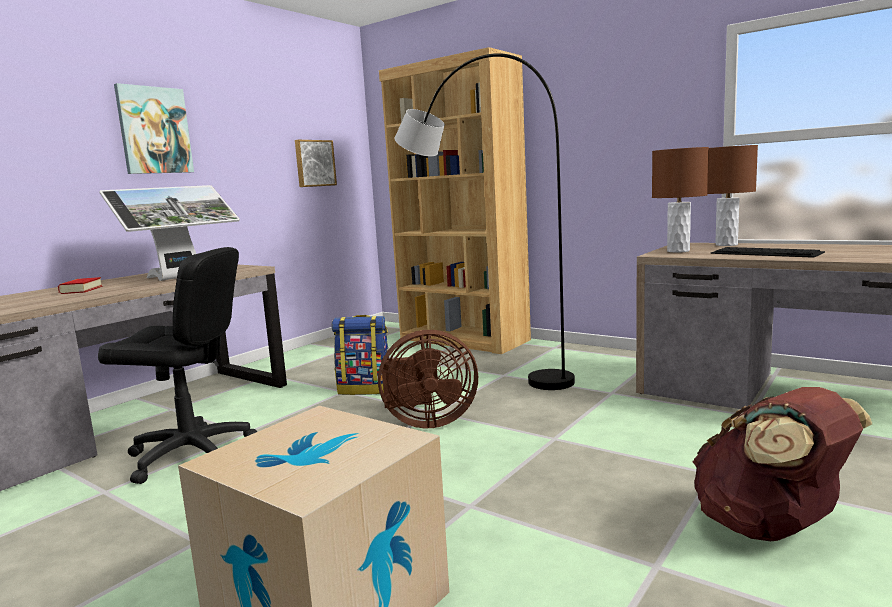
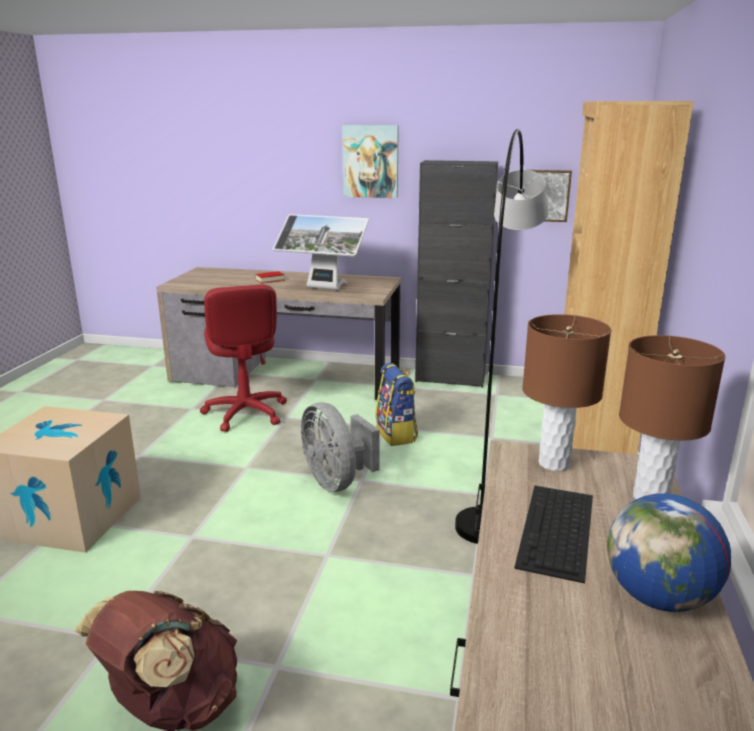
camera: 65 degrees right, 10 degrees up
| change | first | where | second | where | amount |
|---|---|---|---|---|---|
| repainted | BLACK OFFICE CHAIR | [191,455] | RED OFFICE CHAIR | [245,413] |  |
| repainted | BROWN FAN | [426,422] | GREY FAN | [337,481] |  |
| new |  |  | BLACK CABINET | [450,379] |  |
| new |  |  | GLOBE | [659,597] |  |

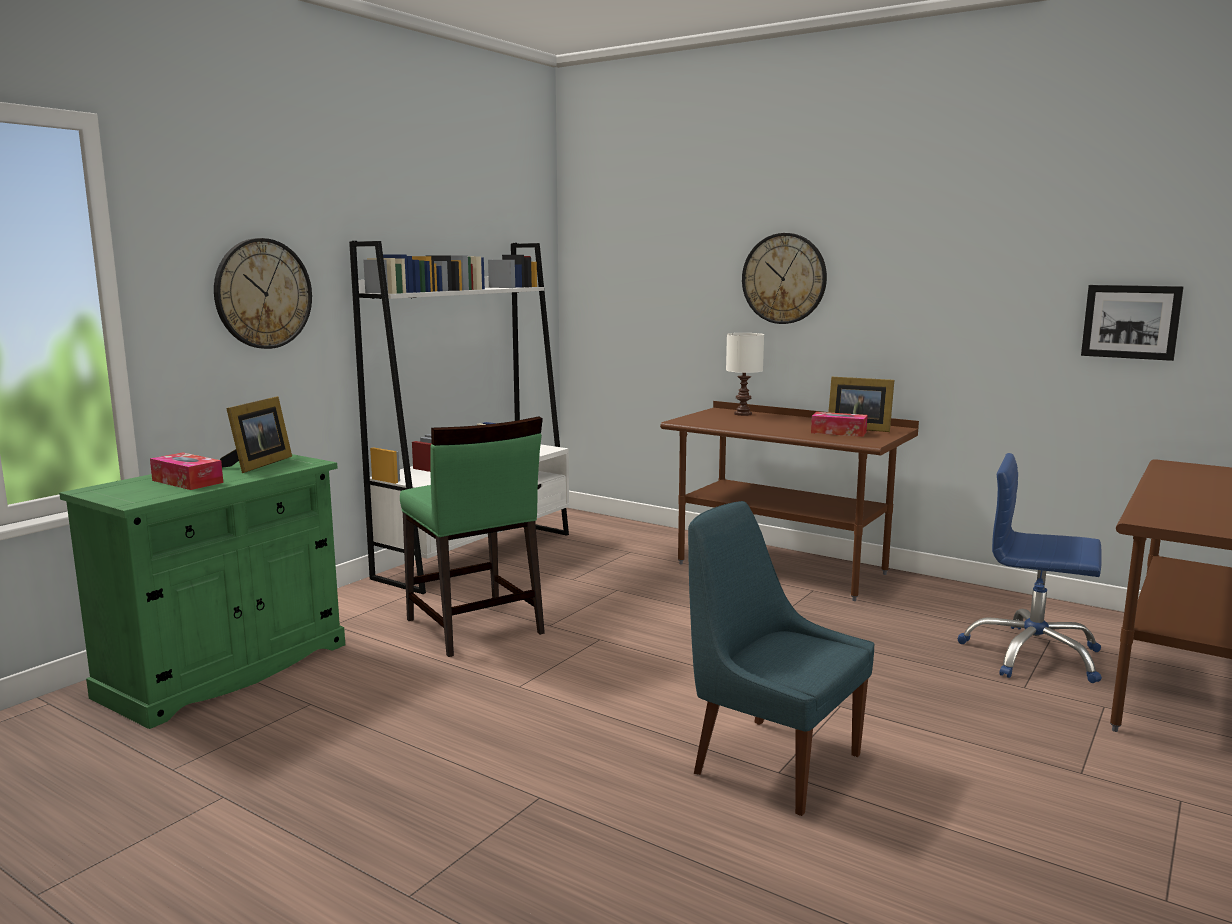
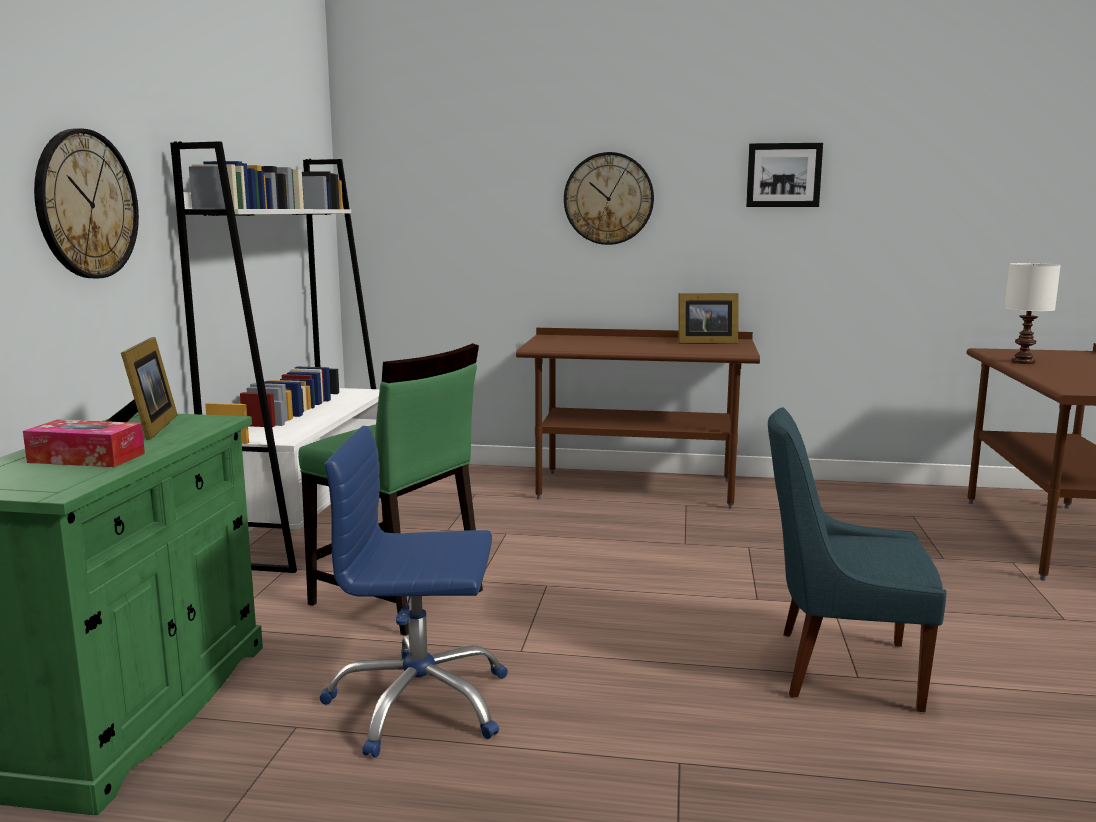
camera: 25 degrees left, 0 degrees up
| change | first | where | second | where | amount |
|---|---|---|---|---|---|
| shifted | PICTURE | [1131,321] |  | [783,175] |  |
| shifted | WHITE TABLE LAMP | [743,414] |  | [1024,362] |  |
| gone | TISSUE BOX | [838,432] |  |  |  |
| shifted | BLUE OFFICE CHAIR | [1032,655] |  | [419,703] |  |

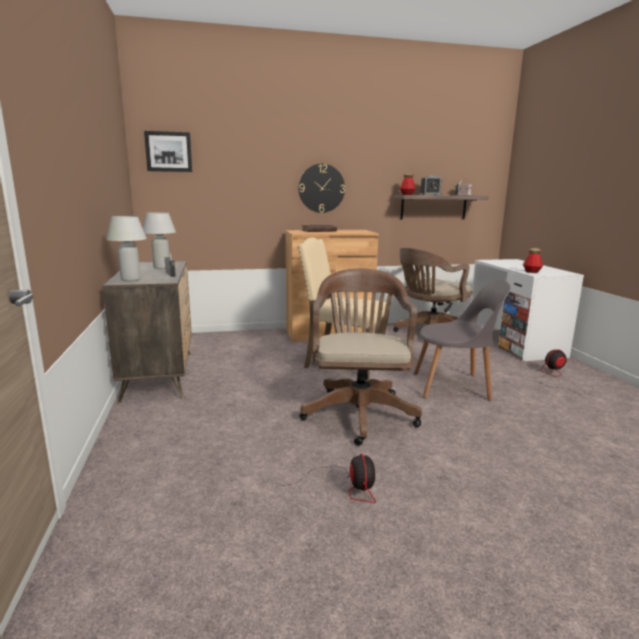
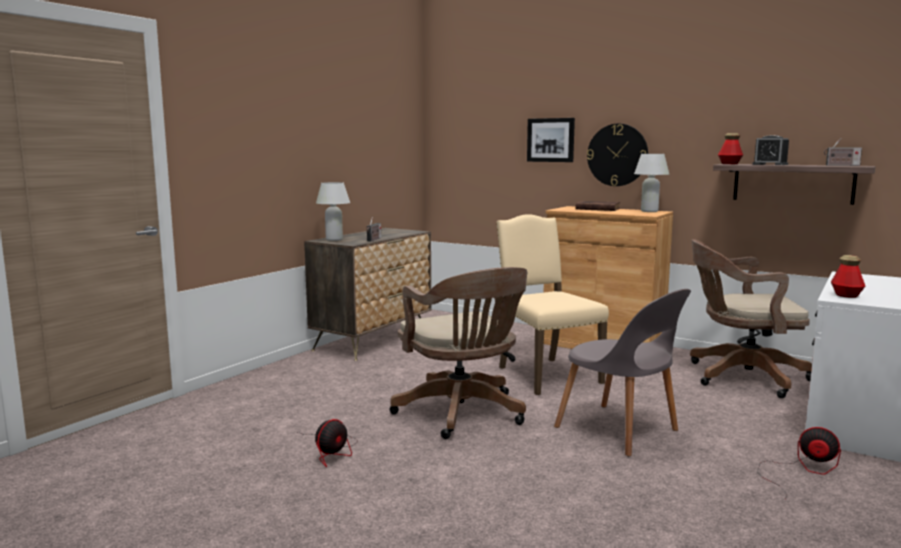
camera: 45 degrees right, 5 degrees down
| change | first | where | second | where | amount |
|---|---|---|---|---|---|
| shifted | PICTURE | [168,151] |  | [551,140] |  |
| shifted | WHITE TABLE LAMP | [162,267] |  | [649,211] |  |
| rotated | BROWN OFFICE CHAIR | [359,411] |  | [463,414] | 105 degrees clockwise |

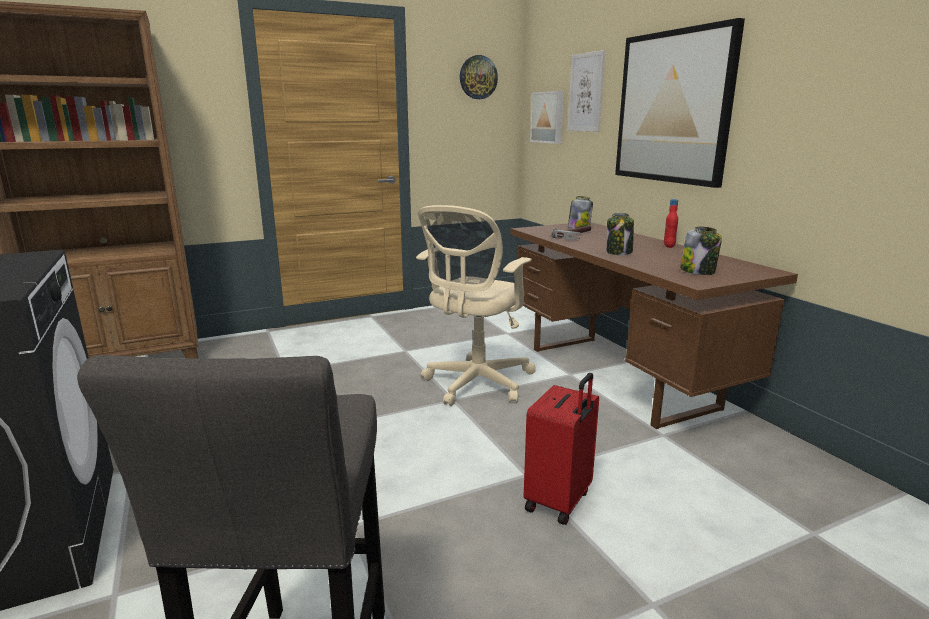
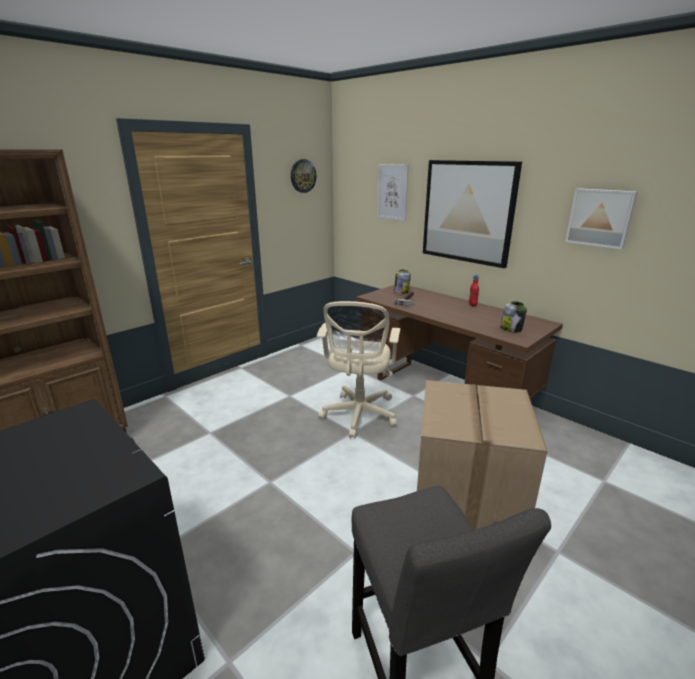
camera: 20 degrees left, 5 degrees up
| change | first | where | second | where | amount |
|---|---|---|---|---|---|
| shifted | PICTURE | [548,117] |  | [600,217] |  |
| gone | JAR | [619,252] |  |  |  |
| swapped | RED SUITCASE | [559,501] | CARDBOARD BOX | [468,496] |  |

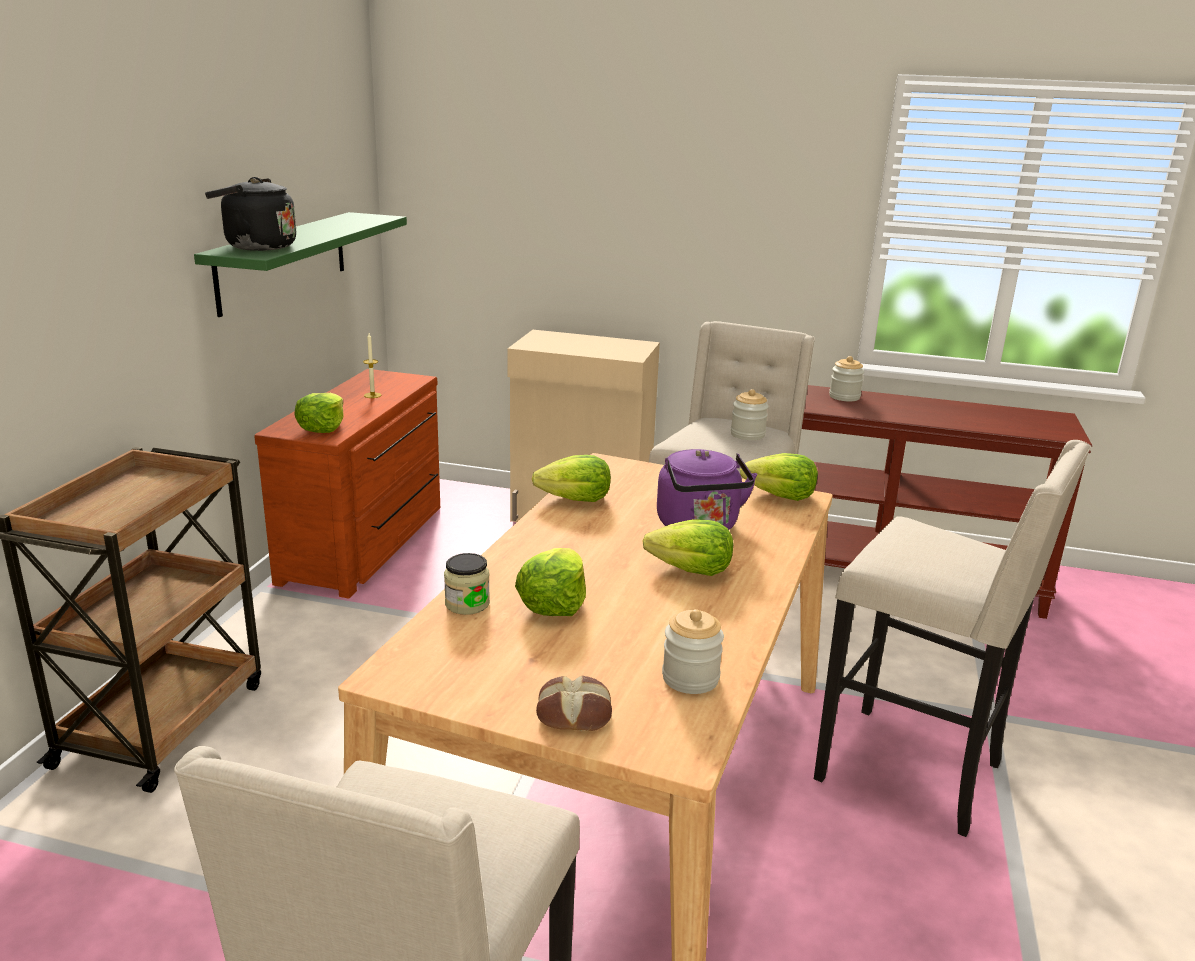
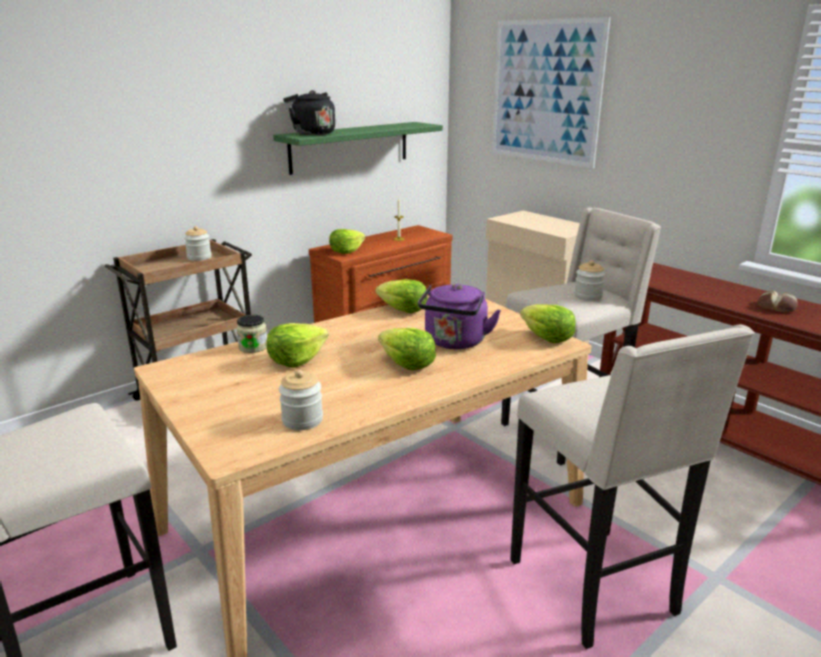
camera: 35 degrees right, 0 degrees up
| change | first | where | second | where | amount |
|---|---|---|---|---|---|
| shifted | JAR | [844,397] |  | [199,257] |  |
| shifted | BREAD | [574,712] |  | [776,306] |  |
| new |  |  | PICTURE | [545,92] |  |

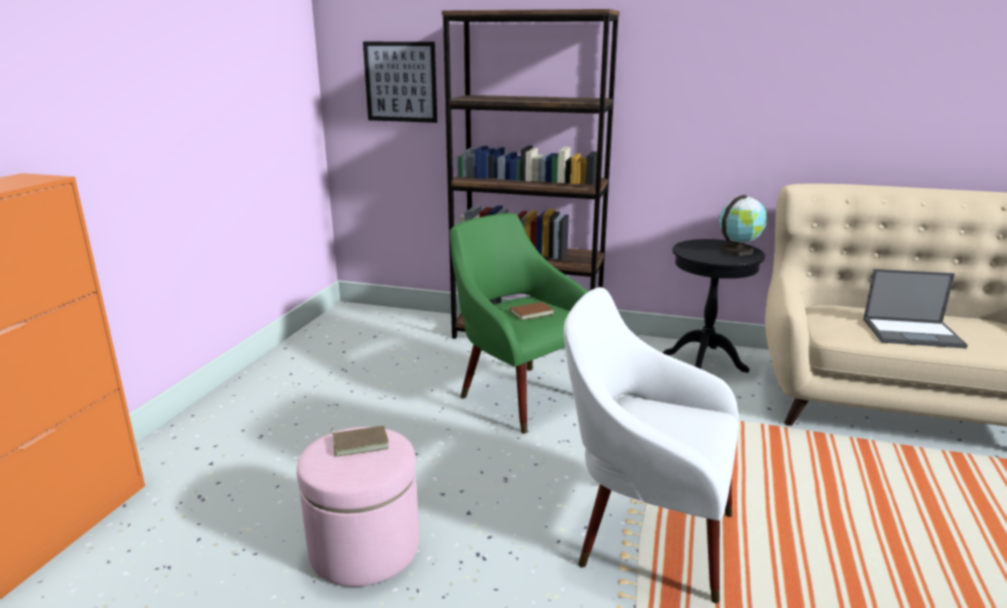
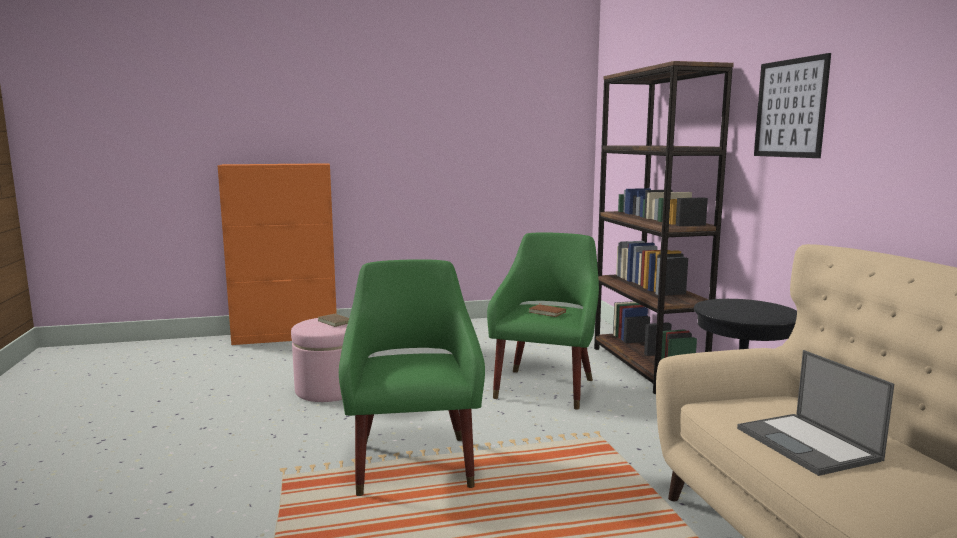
camera: 60 degrees right, 10 degrees down
| change | first | where | second | where | amount |
|---|---|---|---|---|---|
| shifted | PICTURE | [400,82] |  | [790,108] |  |
| gone | GLOBE | [738,250] |  |  |  |
| repainted | WHITE ARMCHAIR | [645,534] | GREEN ARMCHAIR | [413,459] |  |

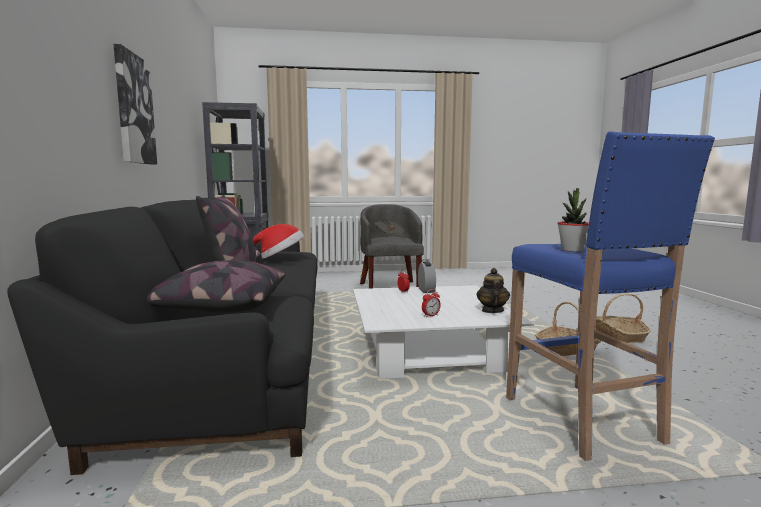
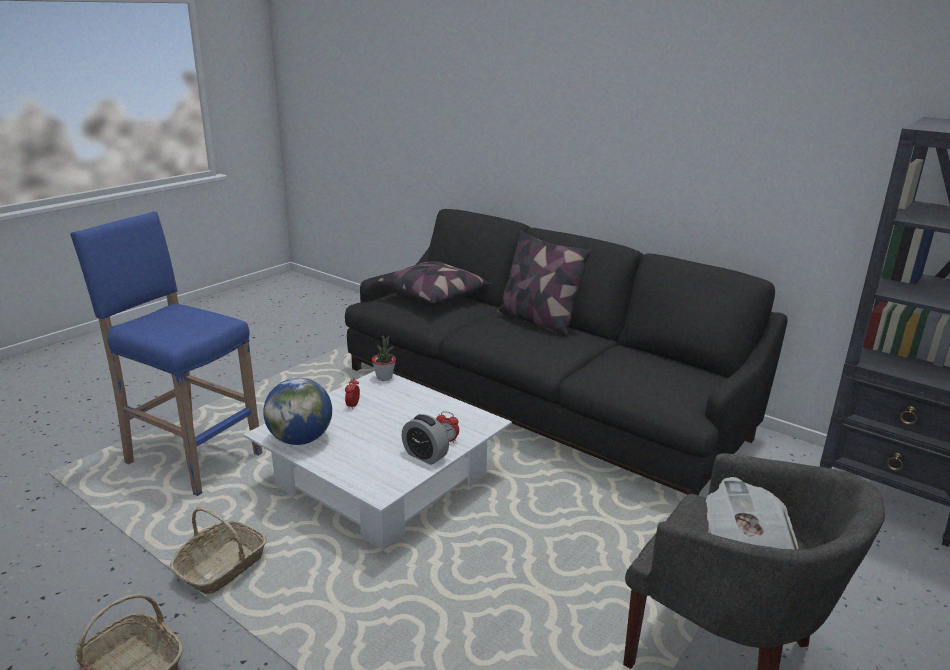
camera: 135 degrees right, 15 degrees up
| change | first | where | second | where | amount |
|---|---|---|---|---|---|
| gone | PICTURE | [133,109] |  |  |  |
| shifted | POTTED PLANT | [572,250] |  | [384,377] |  |
| gone | HAT | [280,257] |  |  |  |
| swapped | TEAPOT | [492,310] | GLOBE | [300,439] |  |

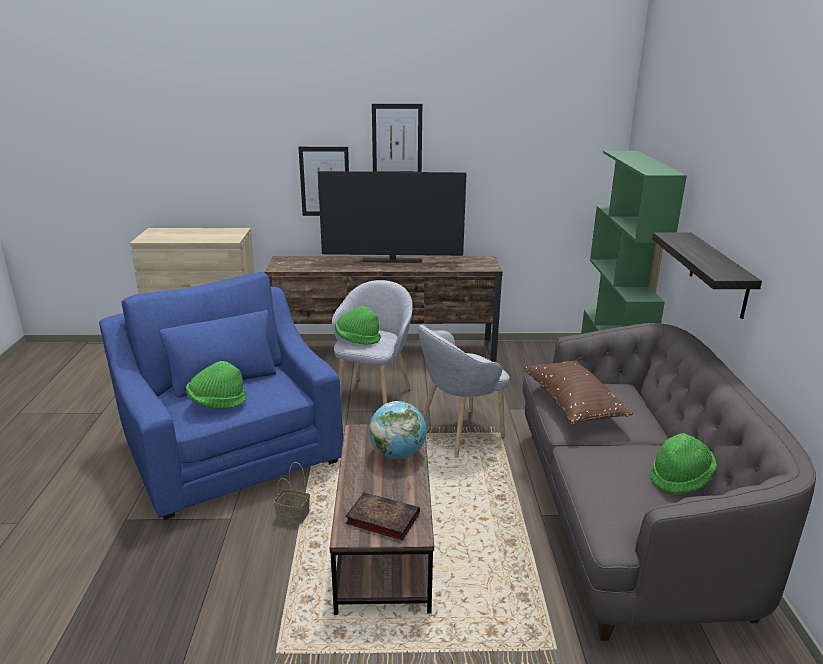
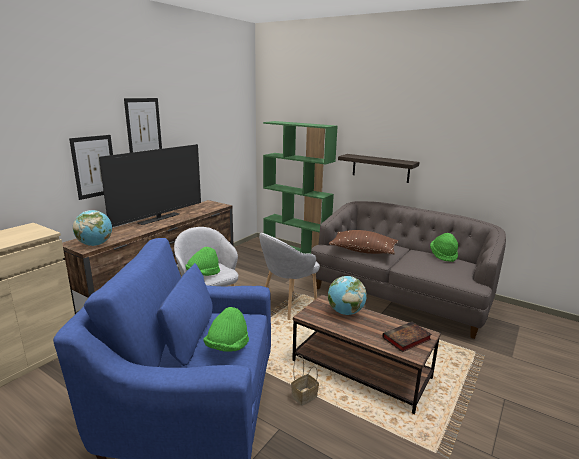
camera: 55 degrees left, 5 degrees down
| change | first | where | second | where | amount |
|---|---|---|---|---|---|
| rotated | GREY ARMCHAIR | [459,433] |  | [287,305] | 45 degrees clockwise |
| new |  |  | GLOBE | [95,244] |  |

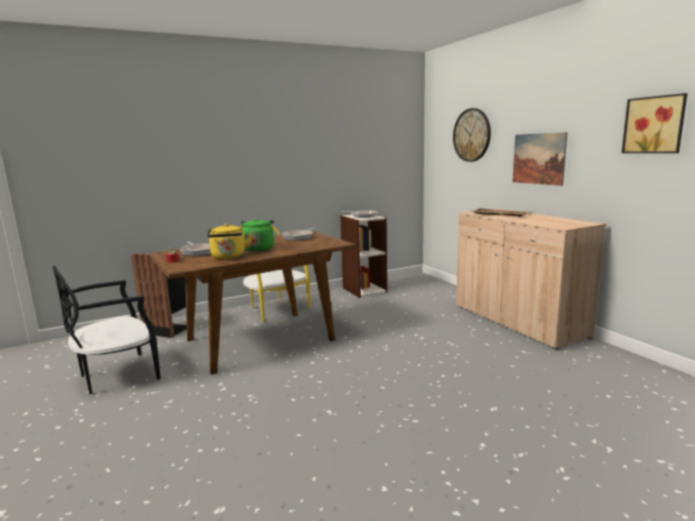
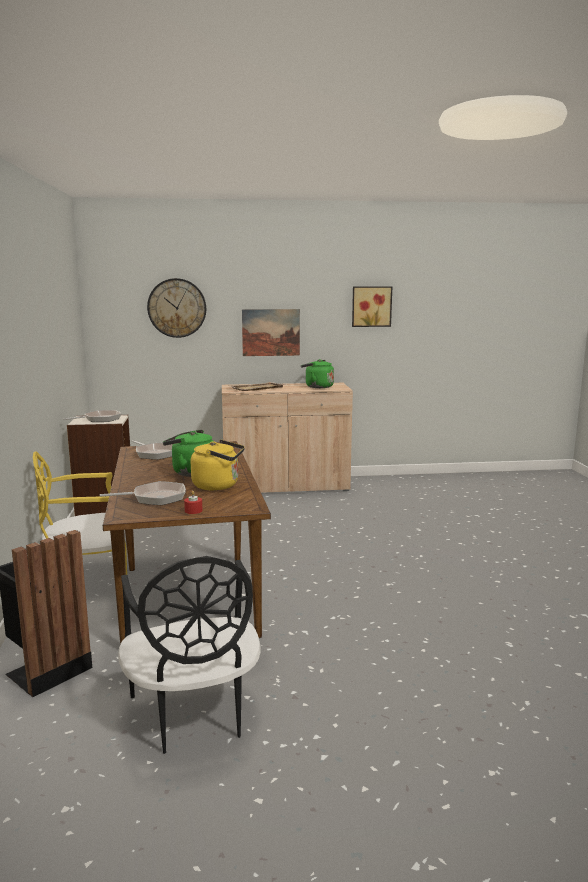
camera: 70 degrees left, 0 degrees up
| change | first | where | second | where | amount |
|---|---|---|---|---|---|
| new |  |  | GREEN KETTLE | [317,387] |  |

